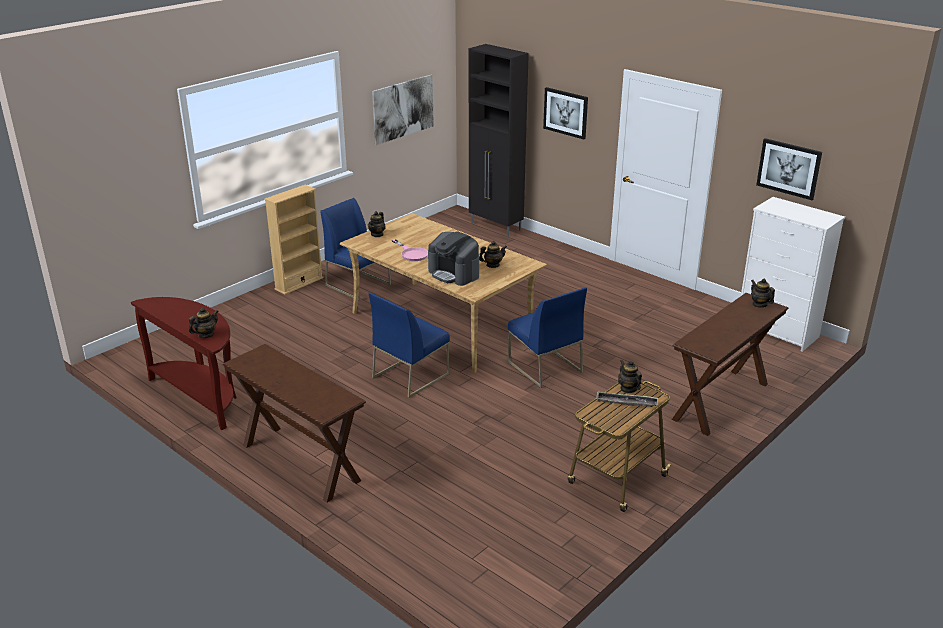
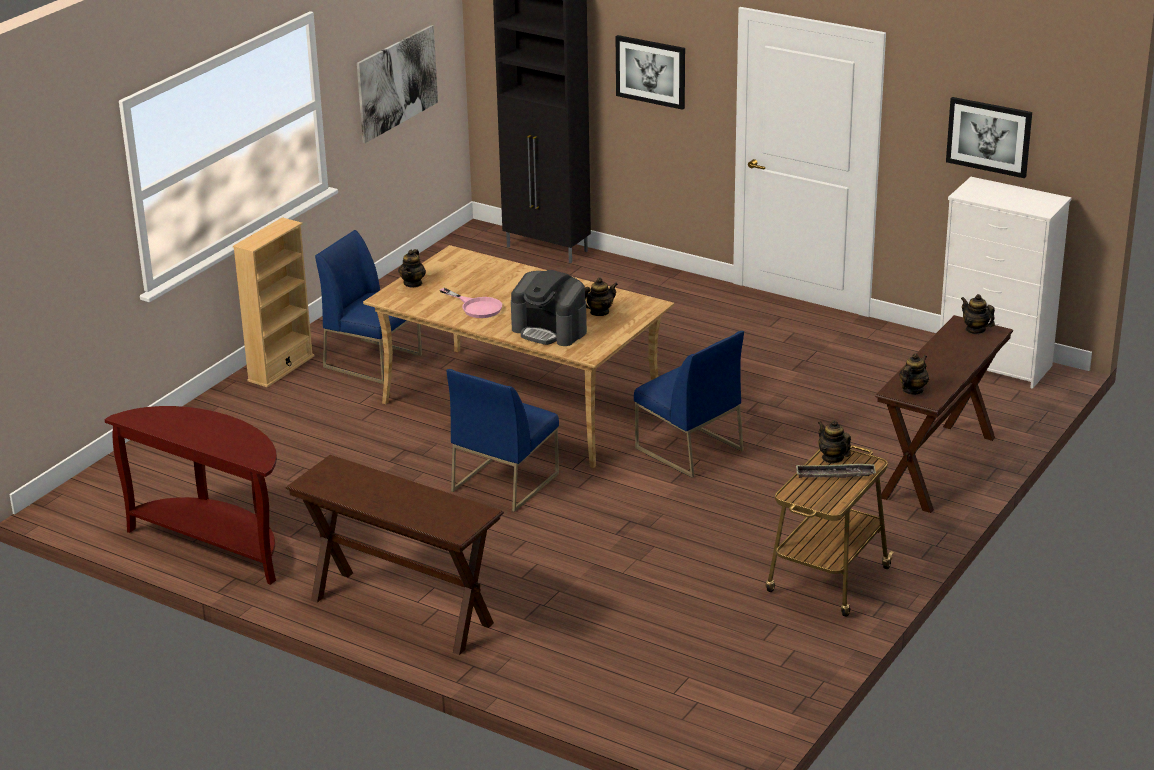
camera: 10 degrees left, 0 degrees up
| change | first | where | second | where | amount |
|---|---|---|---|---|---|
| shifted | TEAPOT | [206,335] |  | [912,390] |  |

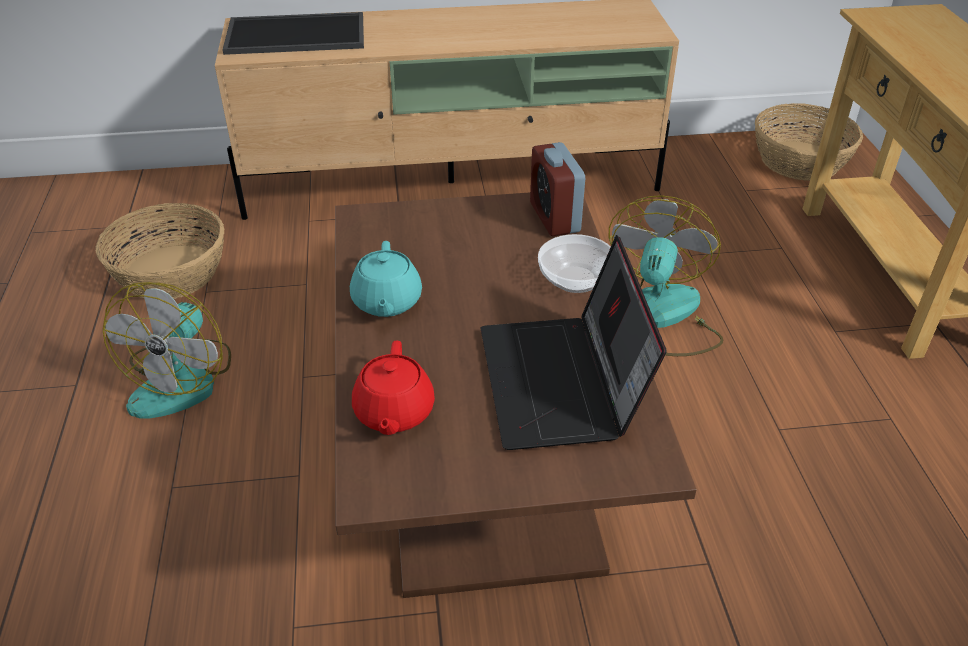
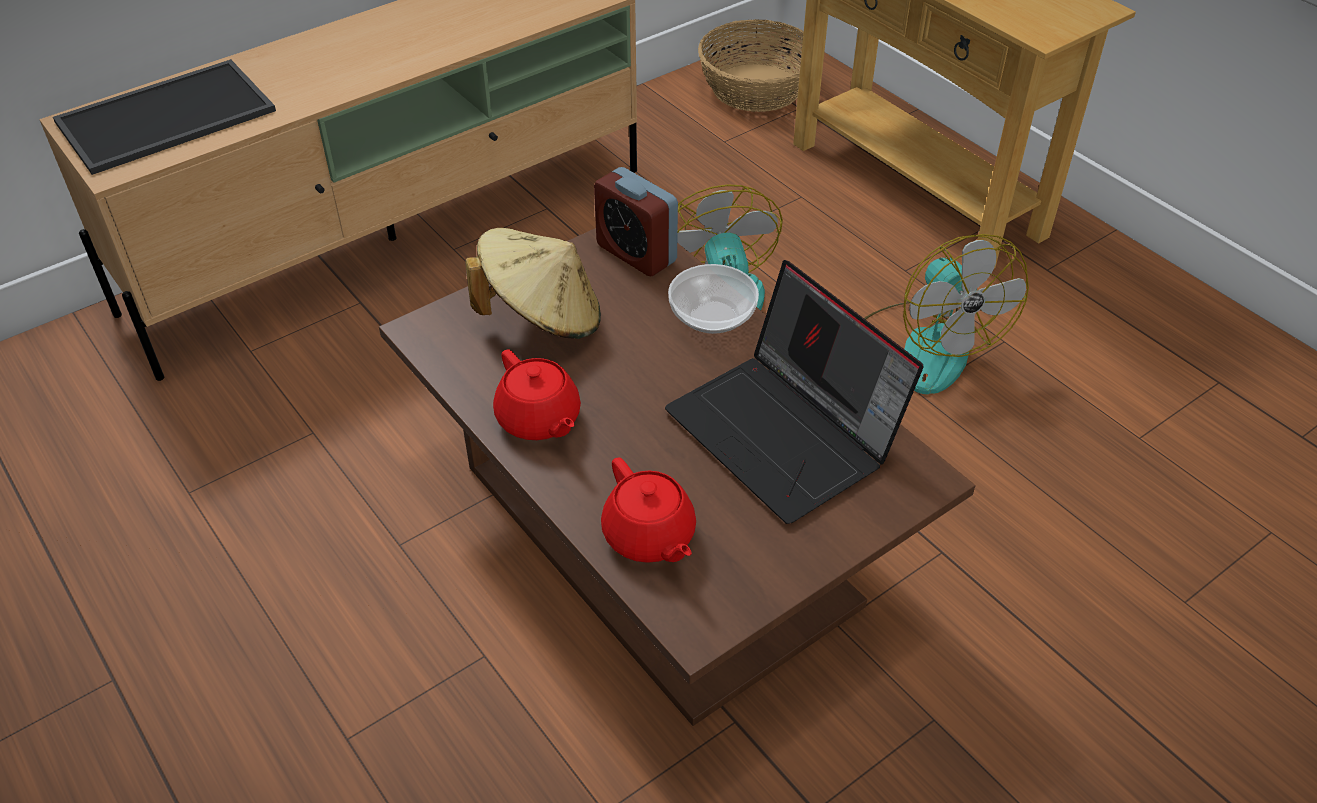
camera: 30 degrees left, 5 degrees up
| change | first | where | second | where | amount |
|---|---|---|---|---|---|
| gone | BASKET | [171,272] |  |  |  |
| repainted | TURQUOISE TEAPOT | [386,302] | RED TEAPOT | [539,419] |  |
| shifted | FAN | [183,379] |  | [923,346] |  |
| new |  |  | BEIGE HAT | [542,317] |  |

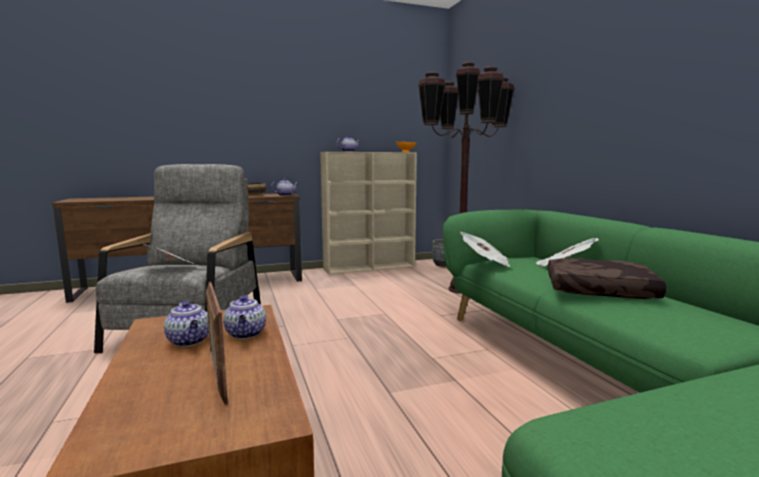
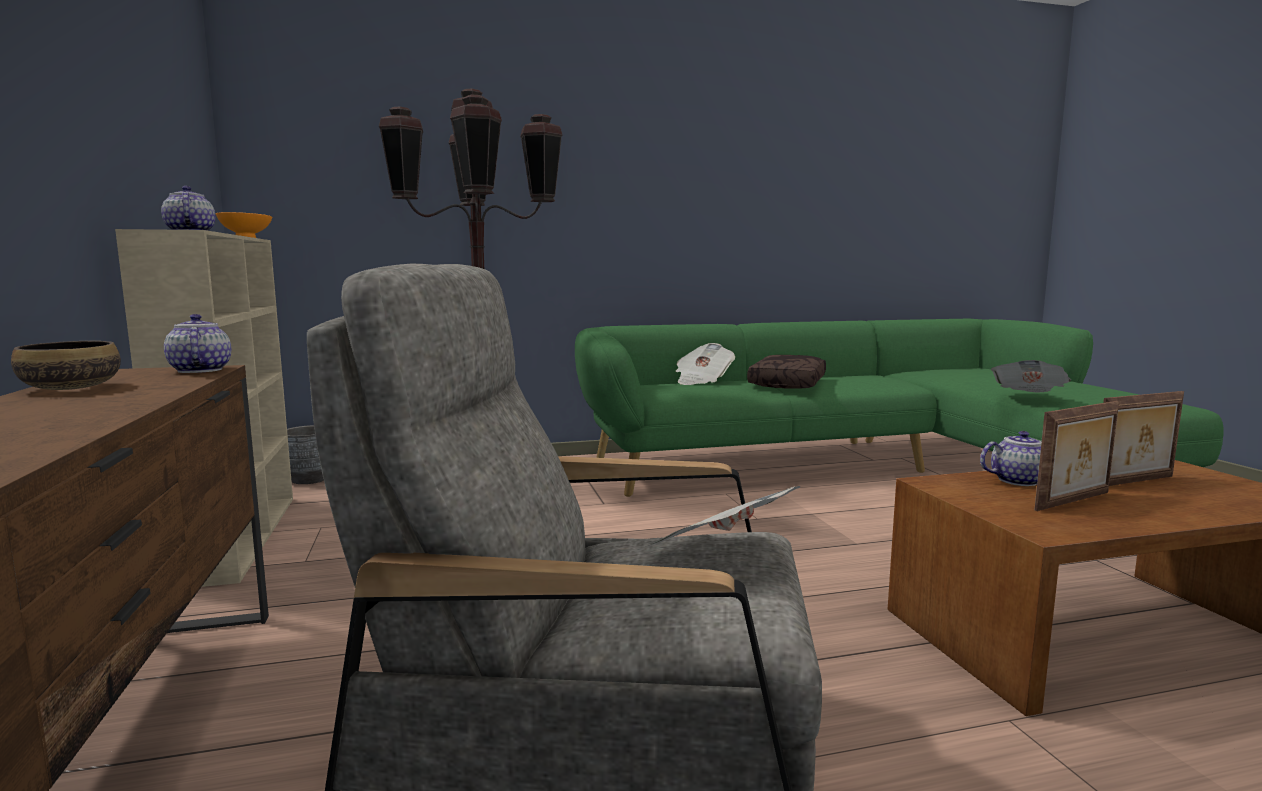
camera: 85 degrees left, 0 degrees up
| change | first | where | second | where | amount |
|---|---|---|---|---|---|
| shifted | NEWSPAPER | [485,263] |  | [1028,397] |  |
| swapped | TEAPOT | [189,341] | PICTURE FRAME | [1074,501] |  |

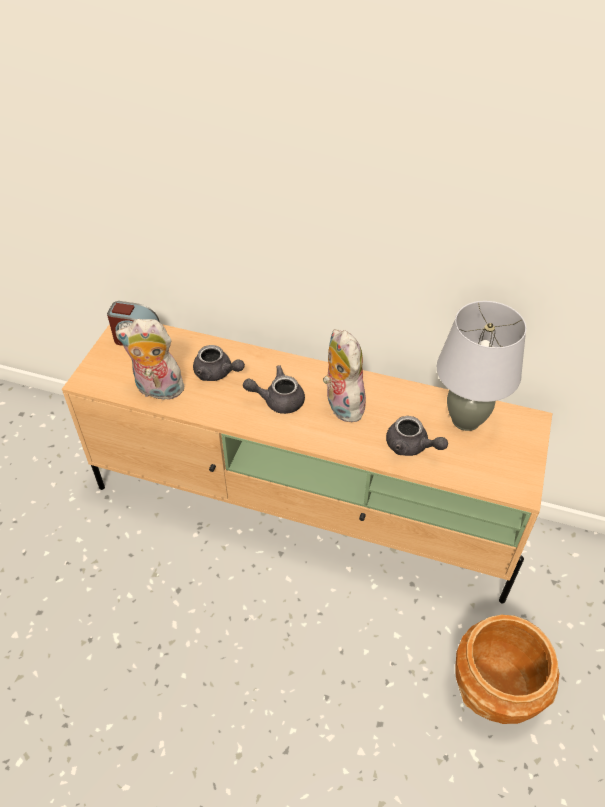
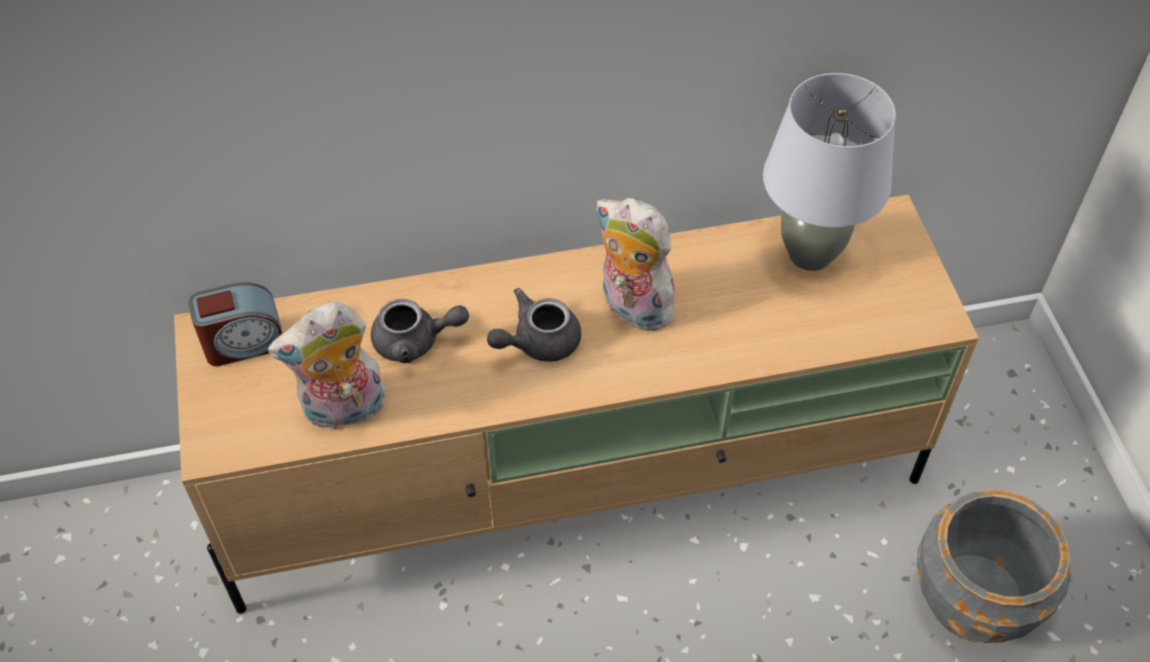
camera: 30 degrees left, 5 degrees up
| change | first | where | second | where | amount |
|---|---|---|---|---|---|
| gone | GREY TEAPOT | [411,446] |  |  |  |
| repainted | BROWN PLANTER | [495,689] | GREY PLANTER | [974,600] |  |

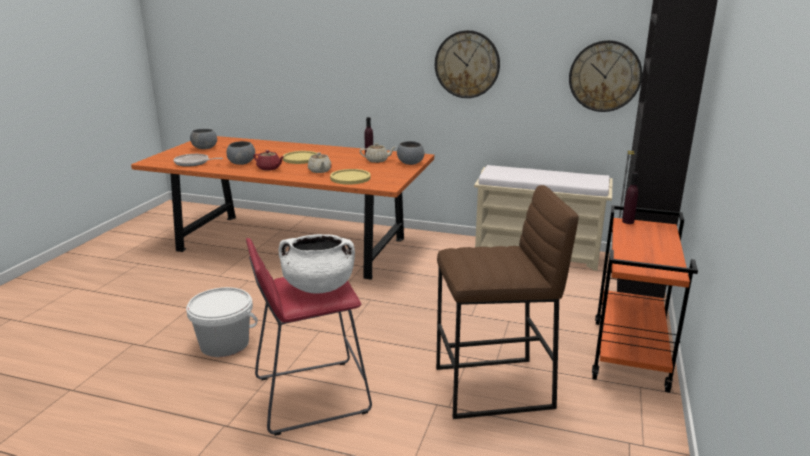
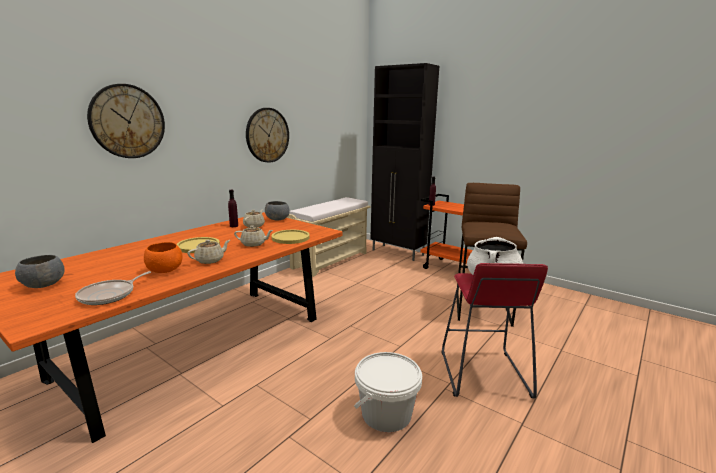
camera: 70 degrees left, 5 degrees down
| change | first | where | second | where | amount |
|---|---|---|---|---|---|
| shifted | WALL CLOCK | [605,76] |  | [127,121] |  |
| repainted | GREY BOWL | [241,163] | ORANGE BOWL | [164,270] |  |
| repainted | RED TEAPOT | [269,168] | BEIGE TEAPOT | [210,260] |  |

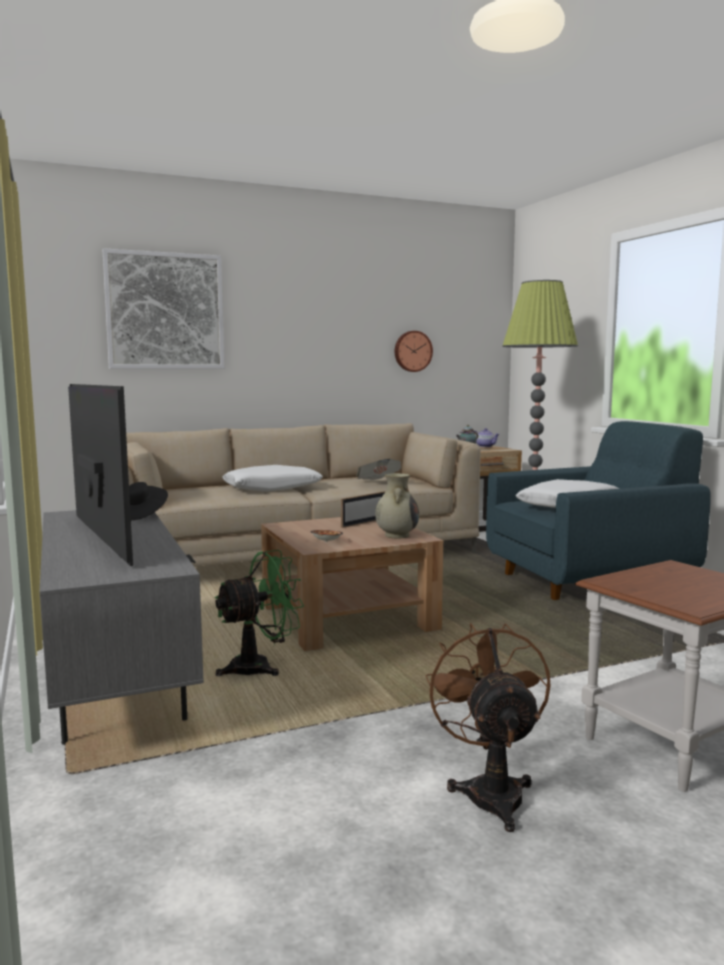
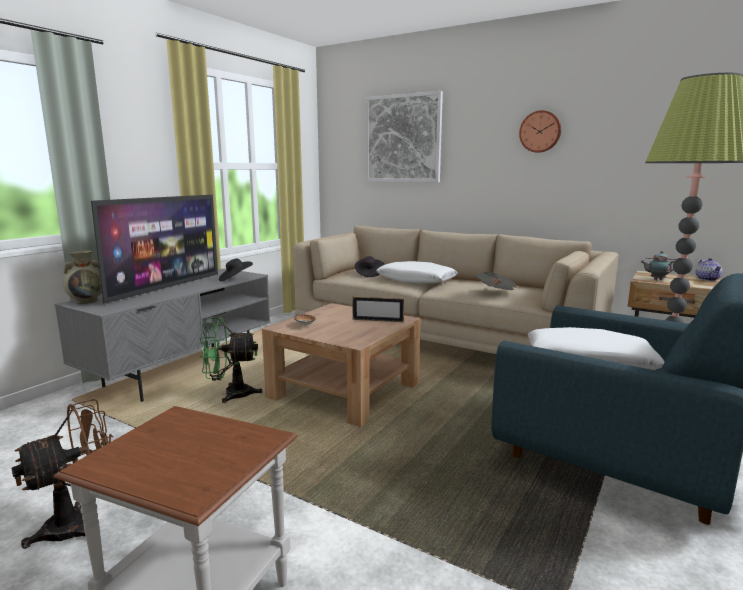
camera: 55 degrees right, 5 degrees up
| change | first | where | second | where | amount |
|---|---|---|---|---|---|
| shifted | WALL CLOCK | [412,351] |  | [540,131] |  |
| shifted | BEIGE VASE | [396,535] |  | [87,301] |  |
| rotated | GREEN FAN | [260,667] |  | [230,394] | 150 degrees clockwise |
| new |  |  | BLACK HAT | [369,274] |  |

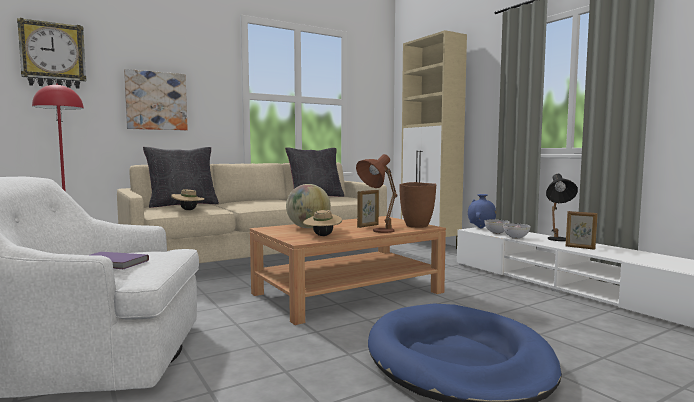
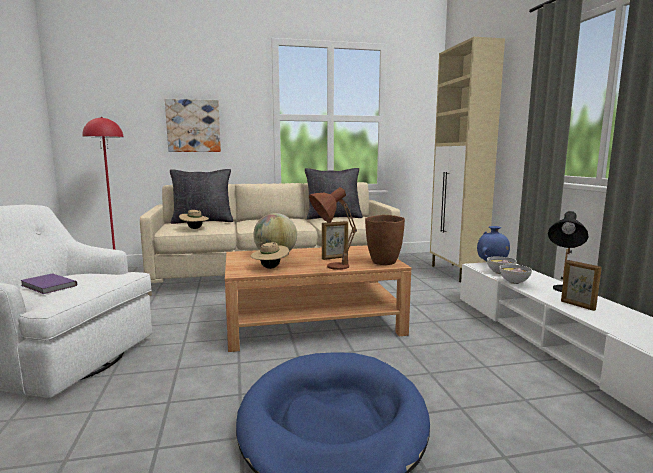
camera: 20 degrees right, 5 degrees up
| change | first | where | second | where | amount |
|---|---|---|---|---|---|
| gone | WALL CLOCK | [53,55] |  |  |  |

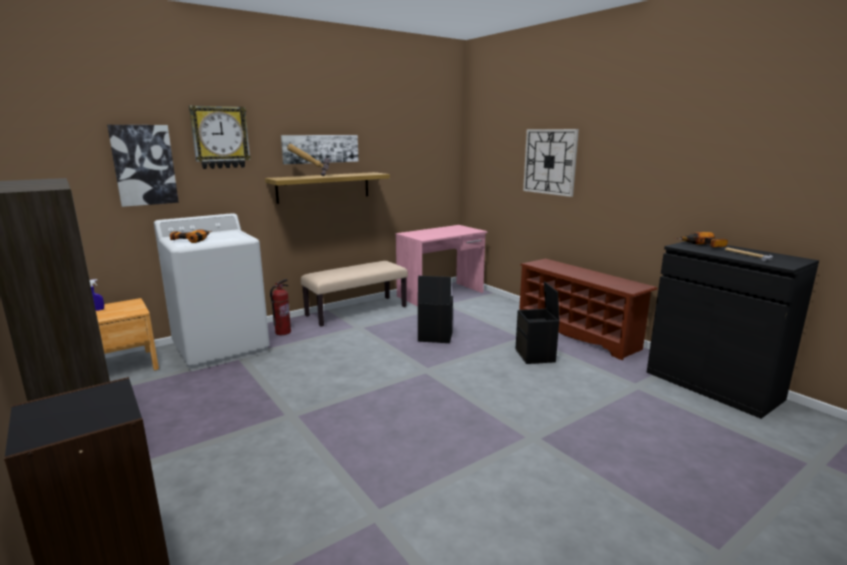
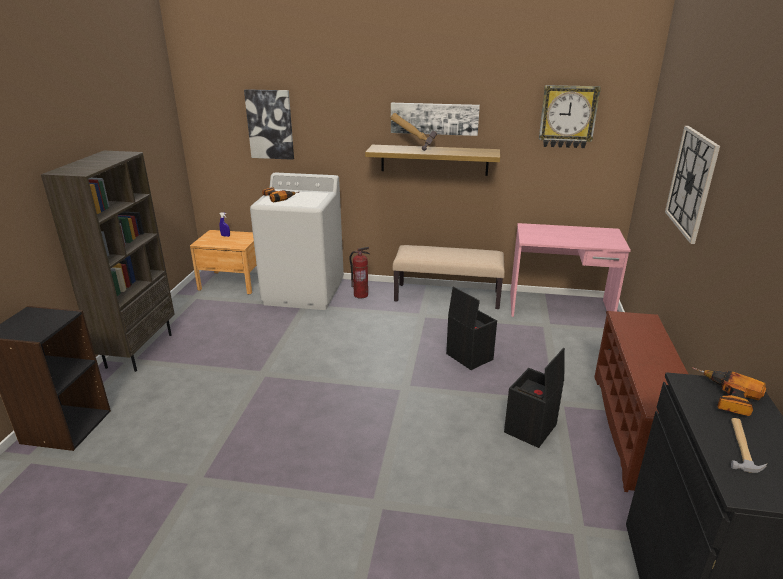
camera: 45 degrees right, 10 degrees up
| change | first | where | second | where | amount |
|---|---|---|---|---|---|
| shifted | WALL CLOCK | [220,137] |  | [567,116] |  |

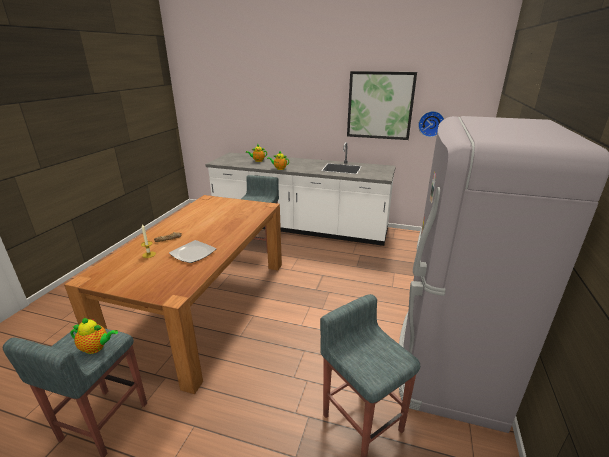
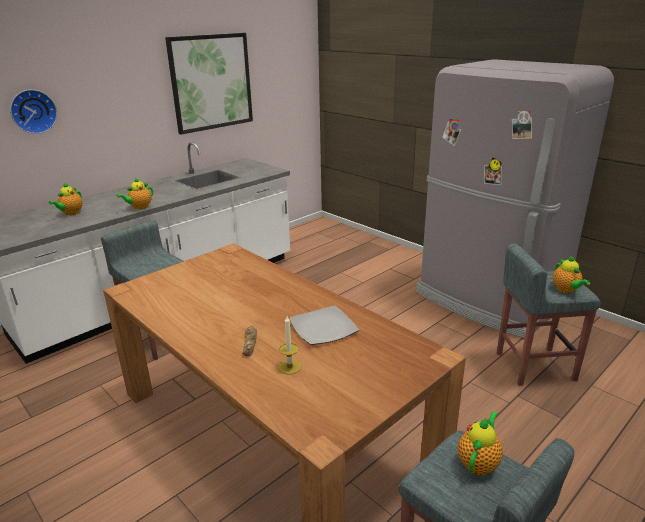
camera: 60 degrees left, 0 degrees up
| change | first | where | second | where | amount |
|---|---|---|---|---|---|
| shifted | WALL CLOCK | [431,123] |  | [33,111] |  |
| new |  |  | TEAPOT | [566,290] |  |

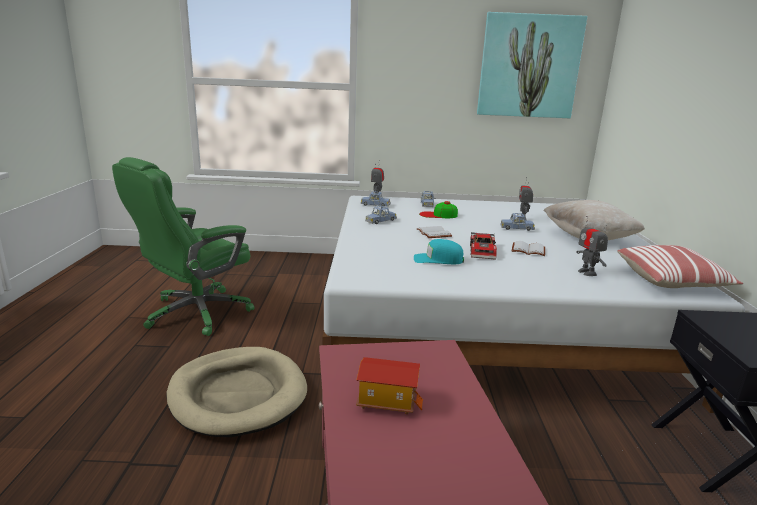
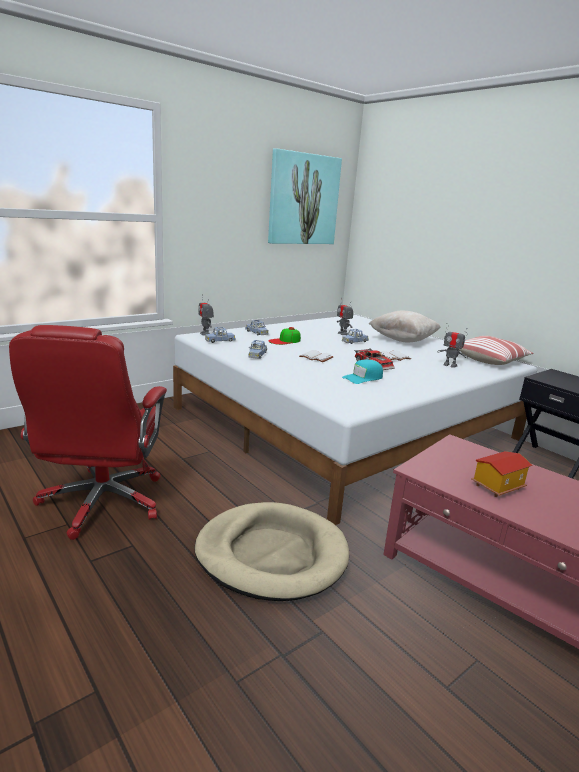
camera: 40 degrees left, 0 degrees up
| change | first | where | second | where | amount |
|---|---|---|---|---|---|
| repainted | GREEN OFFICE CHAIR | [196,313] | RED OFFICE CHAIR | [102,503] |  |

